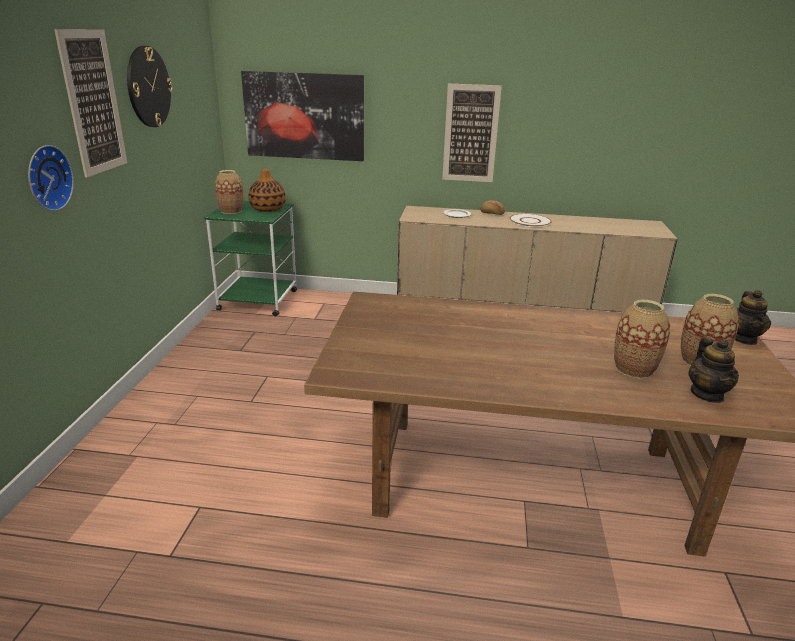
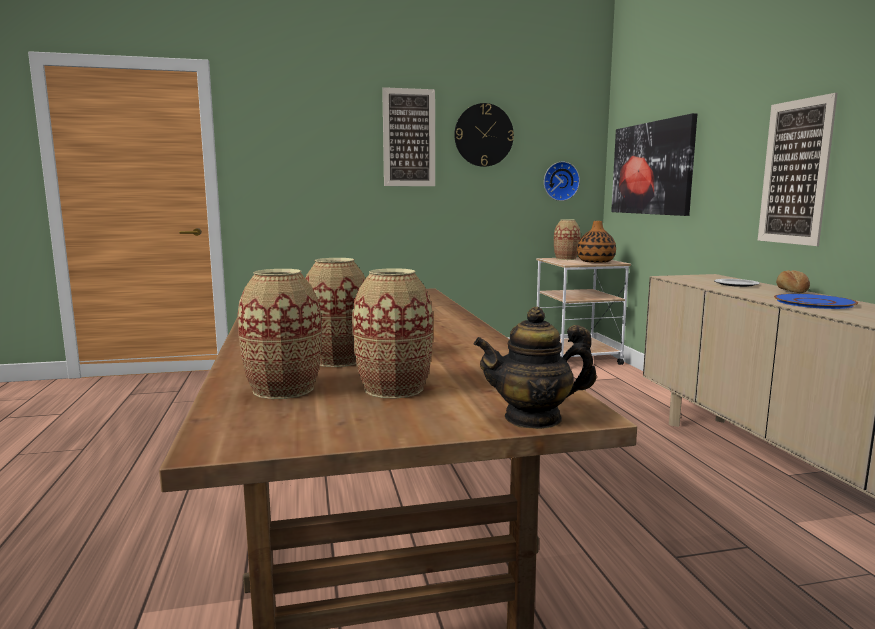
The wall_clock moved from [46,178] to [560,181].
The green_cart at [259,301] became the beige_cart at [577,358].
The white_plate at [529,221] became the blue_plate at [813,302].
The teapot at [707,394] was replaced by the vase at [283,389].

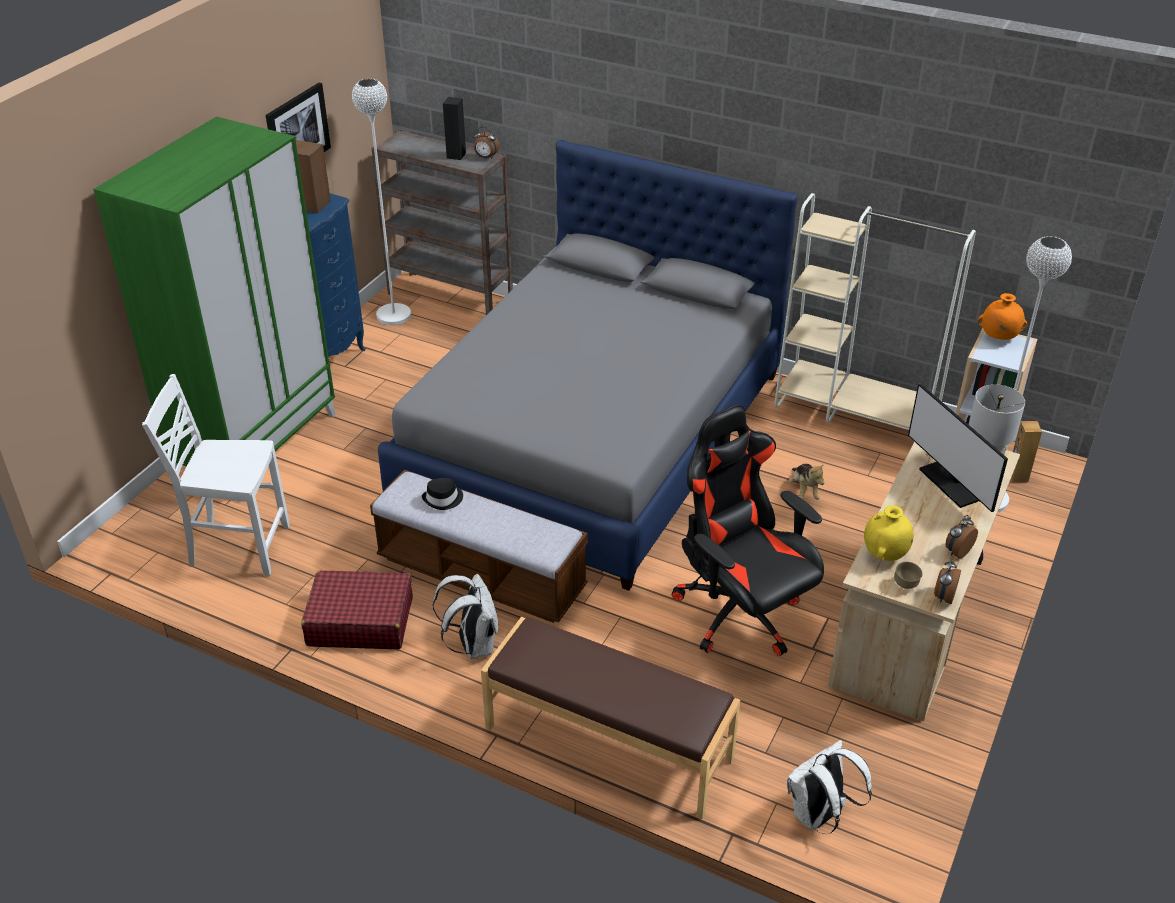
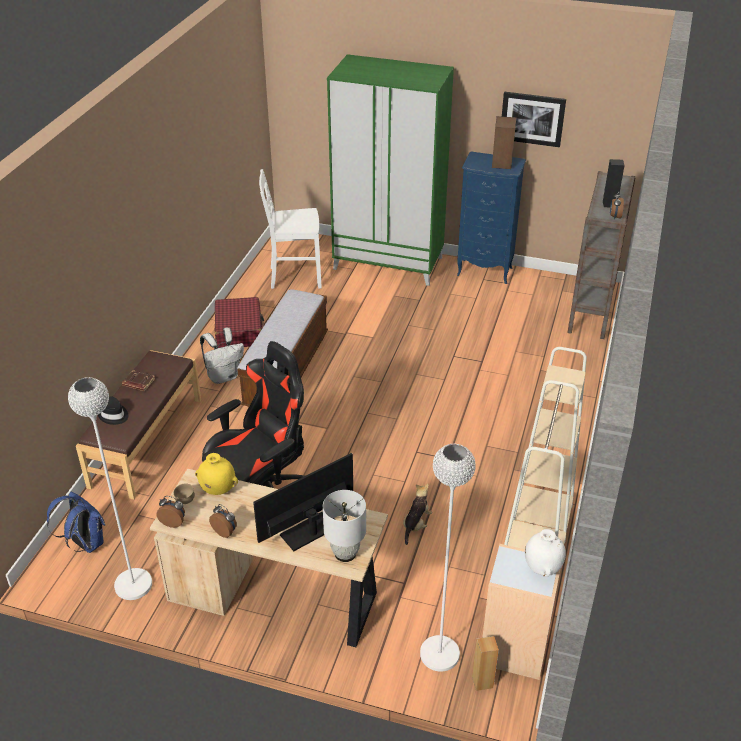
The white_chair at [237,546] turned 90 degrees counterclockwise.
The white_floor_lamp moved from [394,316] to [133,585].
The grey_bed at [594,436] disappeared.
The black_hat moved from [443,499] to [113,415].
The white_backpack at [819,816] became the blue_backpack at [85,543].
The plush_toy at [804,490] turned 135 degrees clockwise.
The orange_vase at [998,338] became the white_vase at [542,568].
The brown_book at [138,383] appeared.

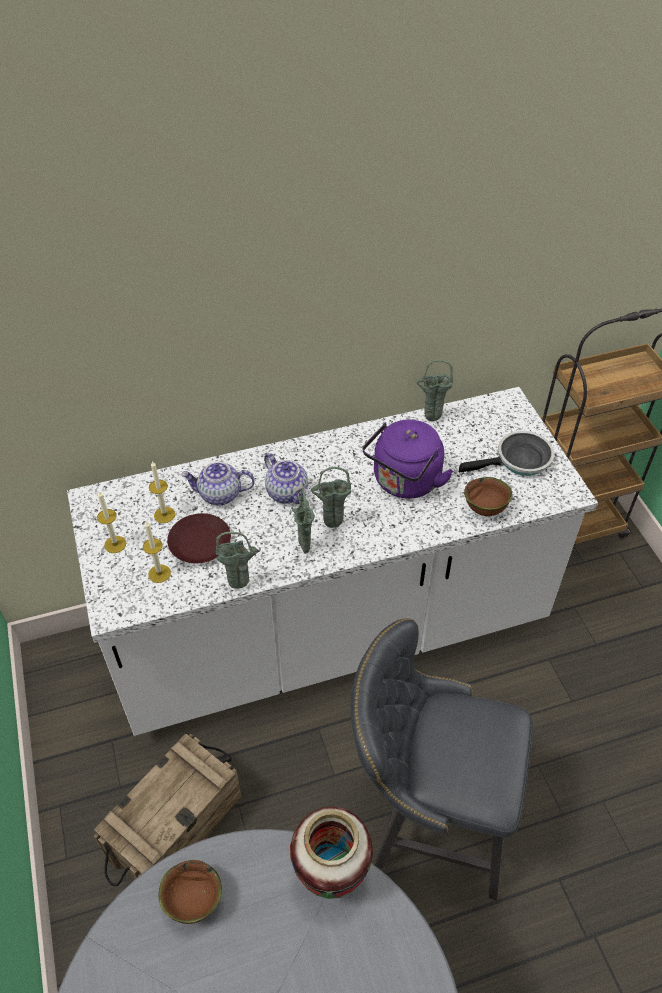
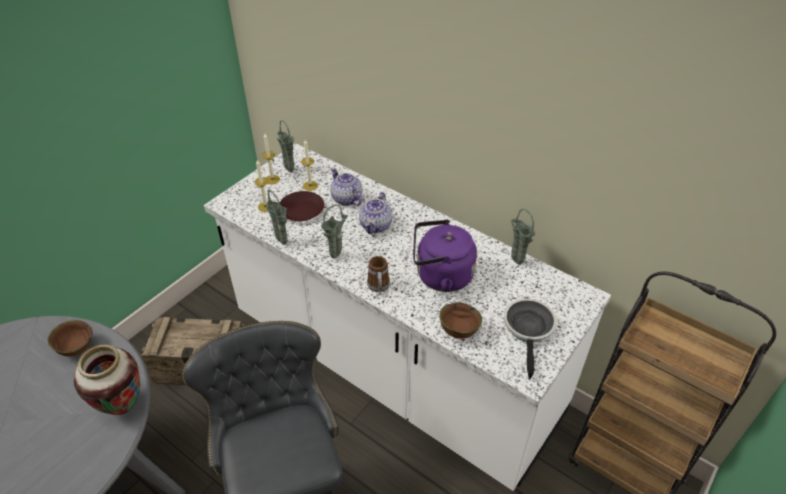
The green_vase moved from [331,526] to [288,170].
The frying_pan at [518,461] turned 120 degrees counterclockwise.
The mug at [379,288] appeared.

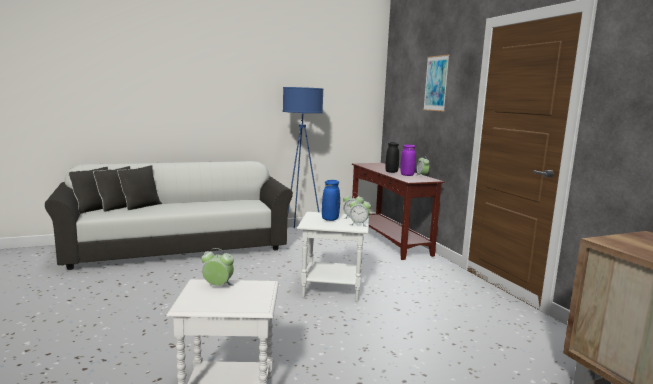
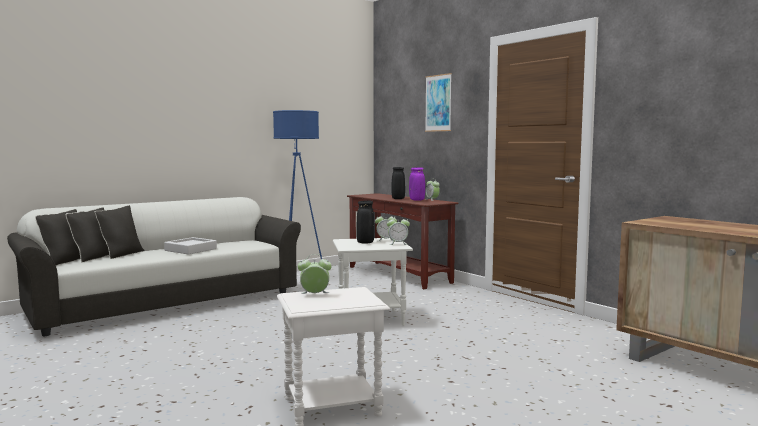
The blue_vase at [330,219] became the black_vase at [365,242].
The grey_tray at [190,249] appeared.

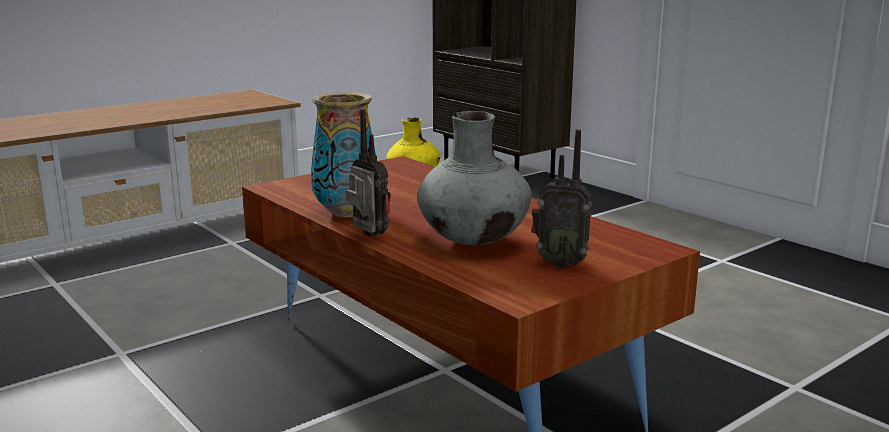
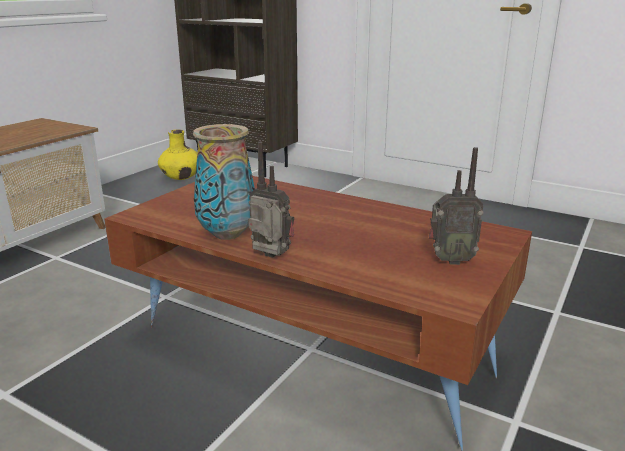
The grey_vase at [474,241] disappeared.

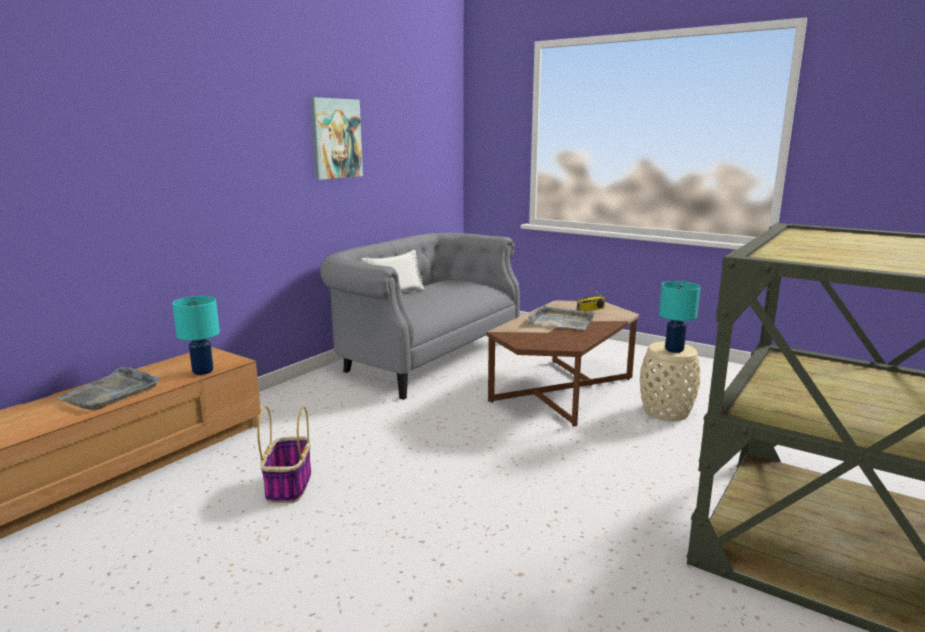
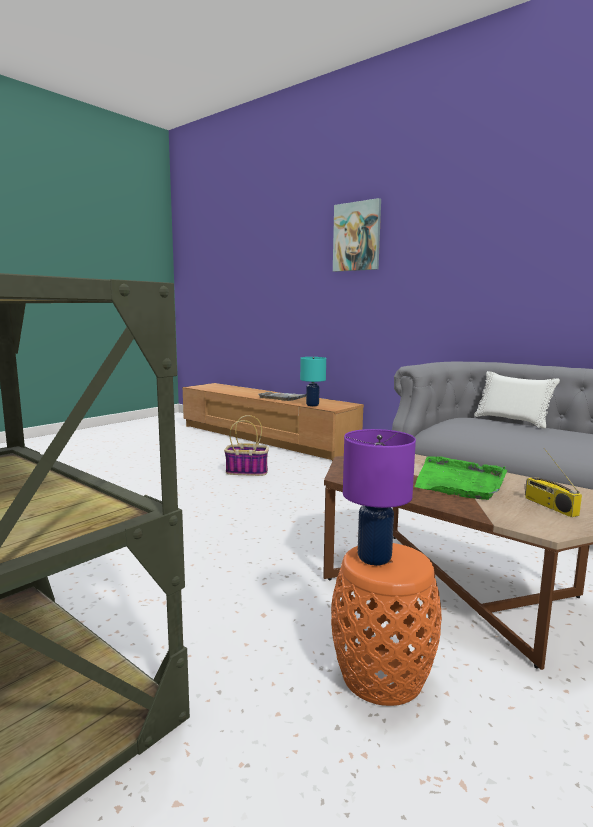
The picture moved from [336,138] to [357,236].
The grey_tray at [560,321] became the green_tray at [459,482].
The beige_stool at [666,412] became the orange_stool at [382,677].
The turquoise_table_lamp at [675,350] became the purple_table_lamp at [373,559].

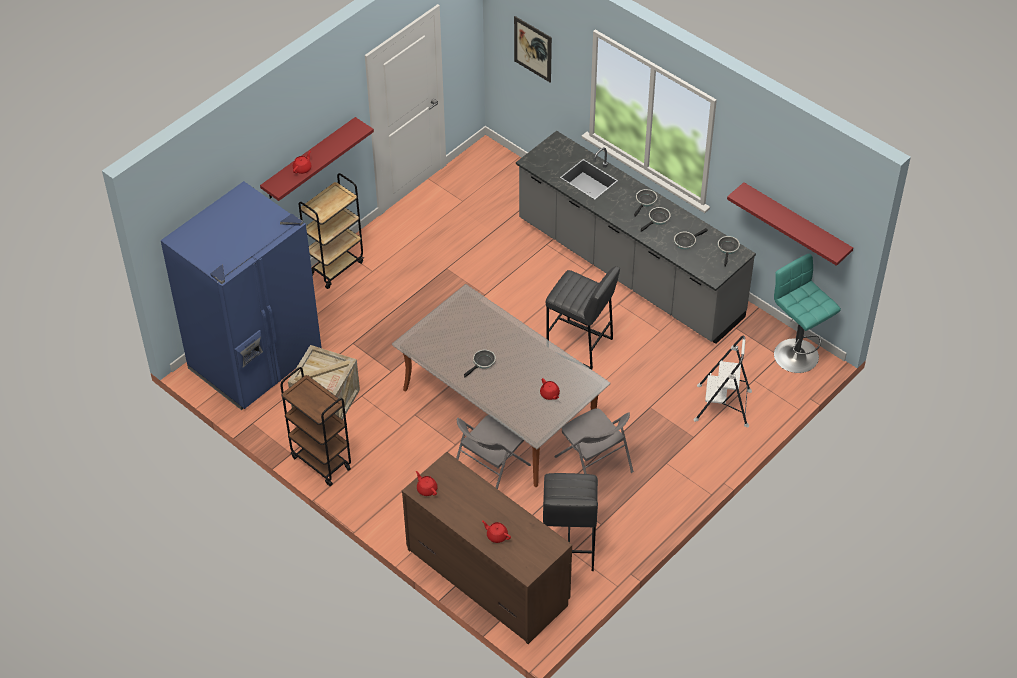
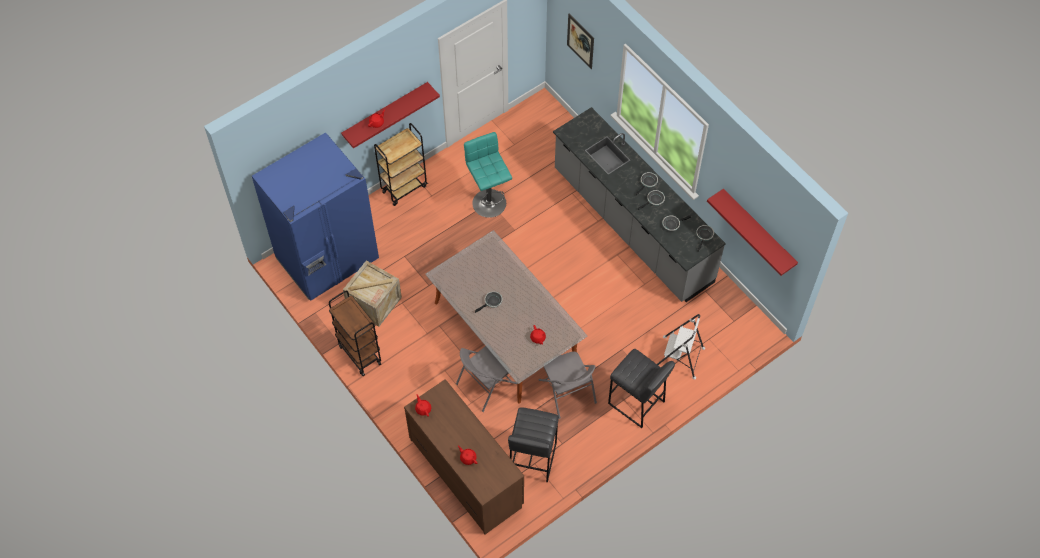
The grey_stool moved from [580,345] to [637,403].
The turquoise_stool moved from [796,355] to [489,203].

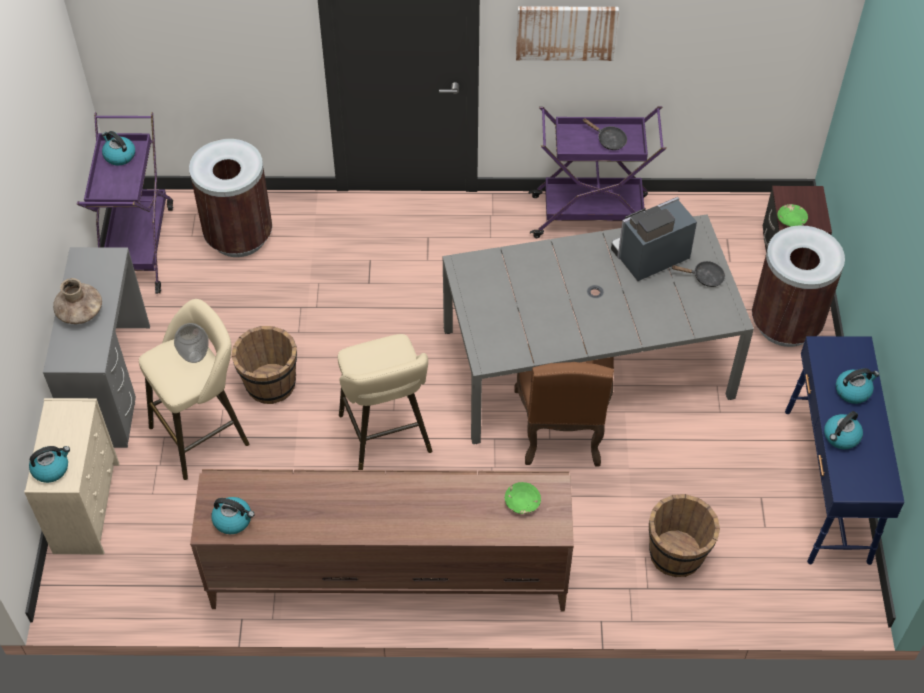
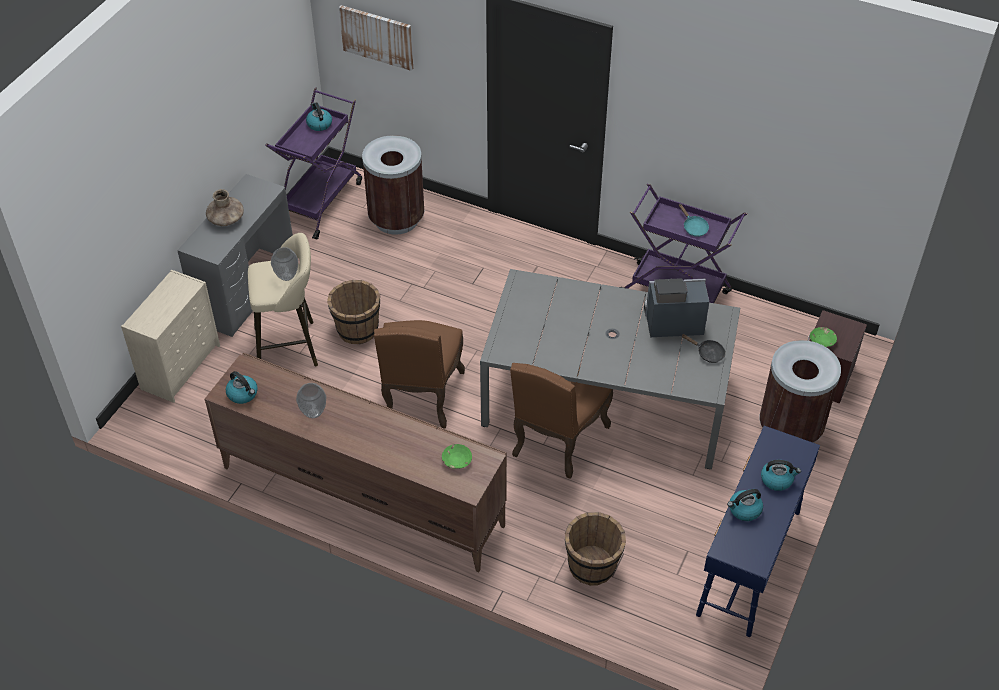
The kettle at [51,468] disappeared.
The beige_stool at [387,438] was replaced by the brown_chair at [419,398].
The picture moved from [566,32] to [377,36].
The black_frying_pan at [608,140] became the turquoise_frying_pan at [693,227].
The vase at [313,413] appeared.

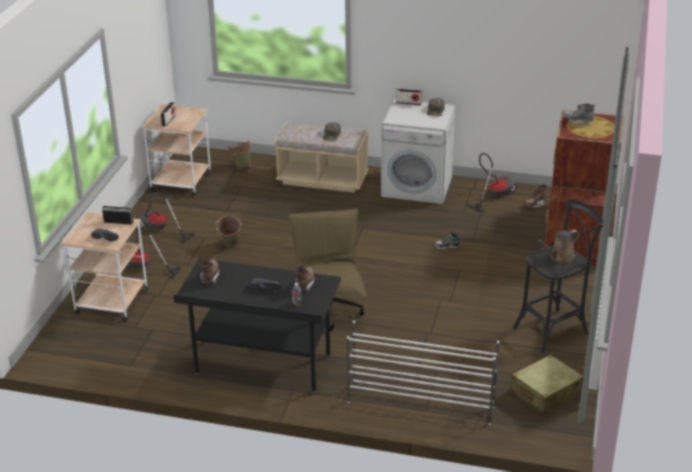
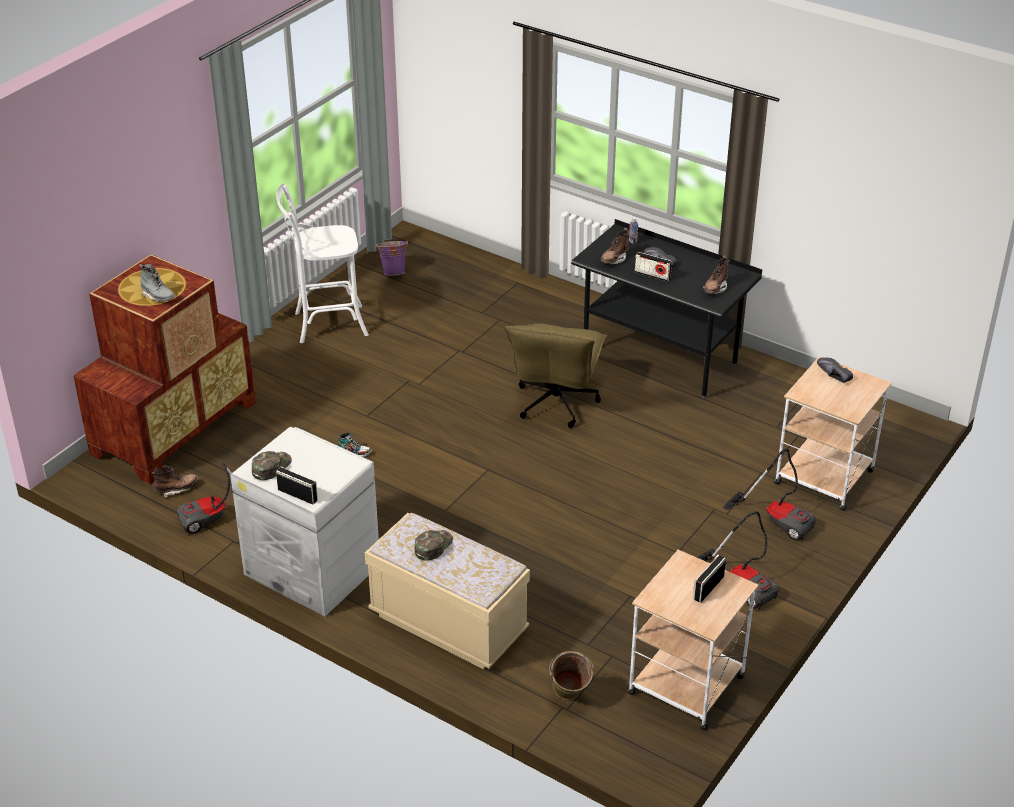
The radio moved from [118,222] to [652,275].
The green_bucket at [230,246] disappeared.
The white_shoe_rack at [419,404] disappeared.
The beige_suitcase at [545,393] was replaced by the purple_bucket at [393,272].
The black_stool at [553,329] became the white_stool at [326,324].
The brown_watering_can at [560,257] disappeared.

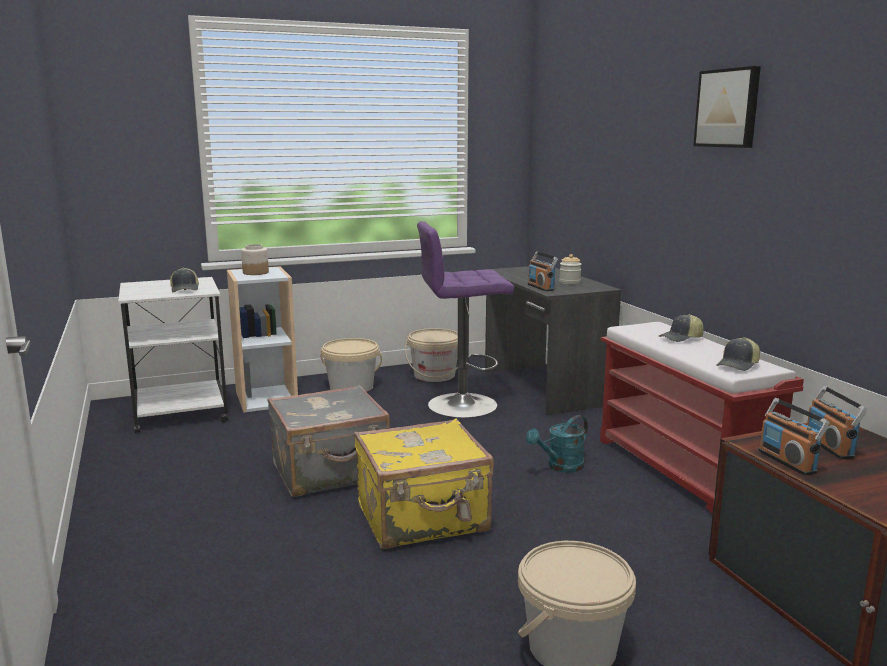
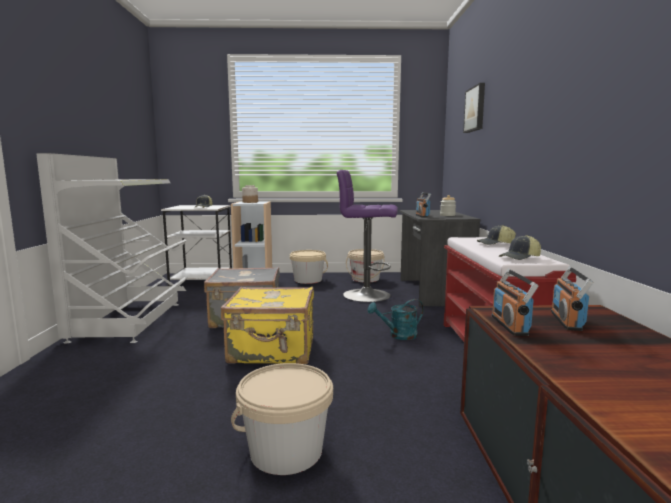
The picture moved from [728,108] to [476,109].
The white_shoe_rack at [133,321] appeared.

